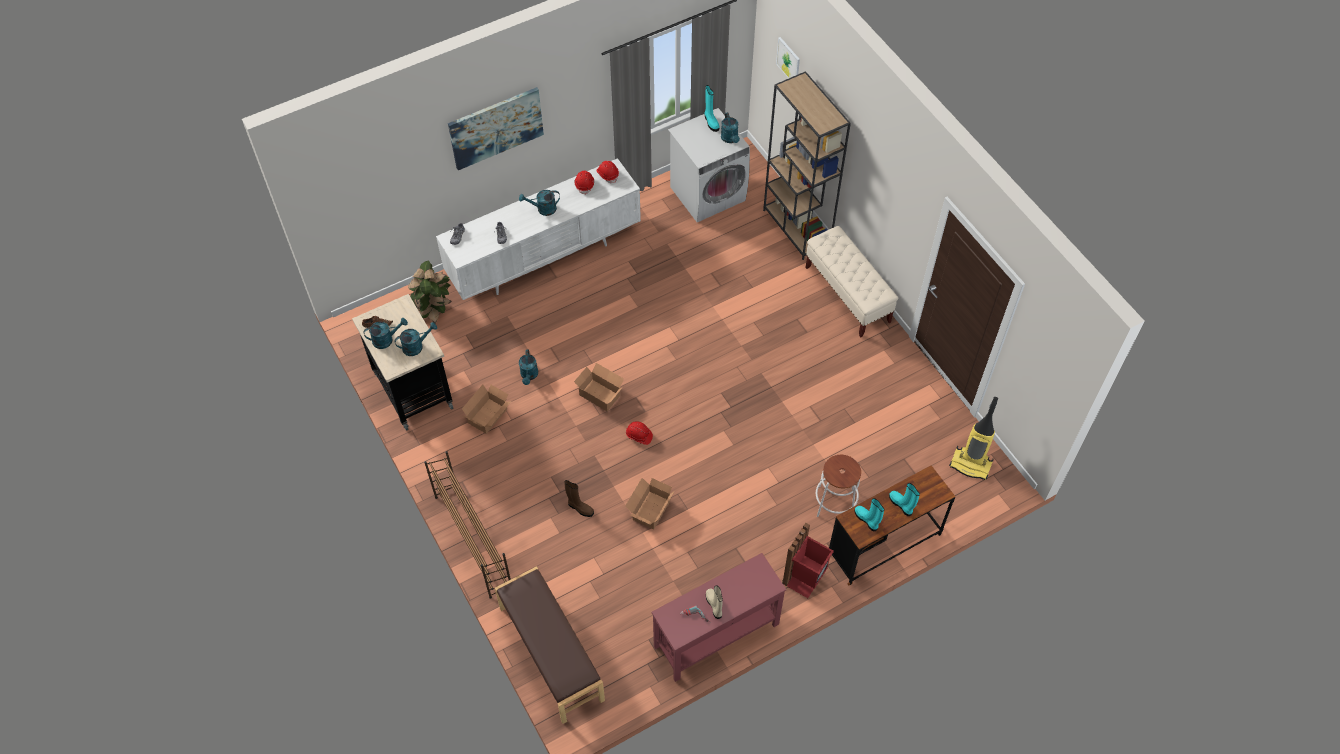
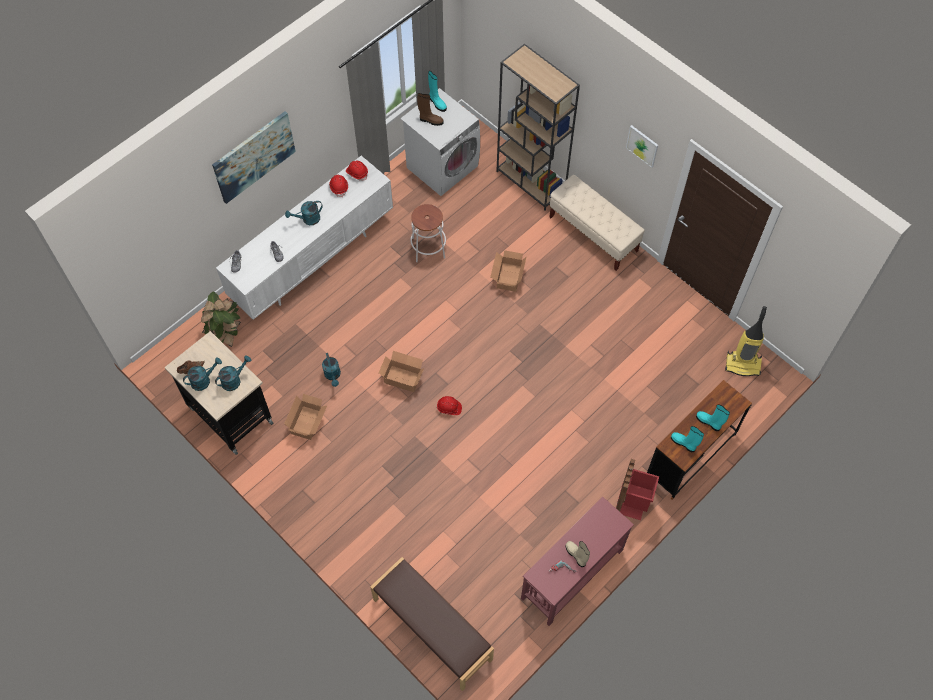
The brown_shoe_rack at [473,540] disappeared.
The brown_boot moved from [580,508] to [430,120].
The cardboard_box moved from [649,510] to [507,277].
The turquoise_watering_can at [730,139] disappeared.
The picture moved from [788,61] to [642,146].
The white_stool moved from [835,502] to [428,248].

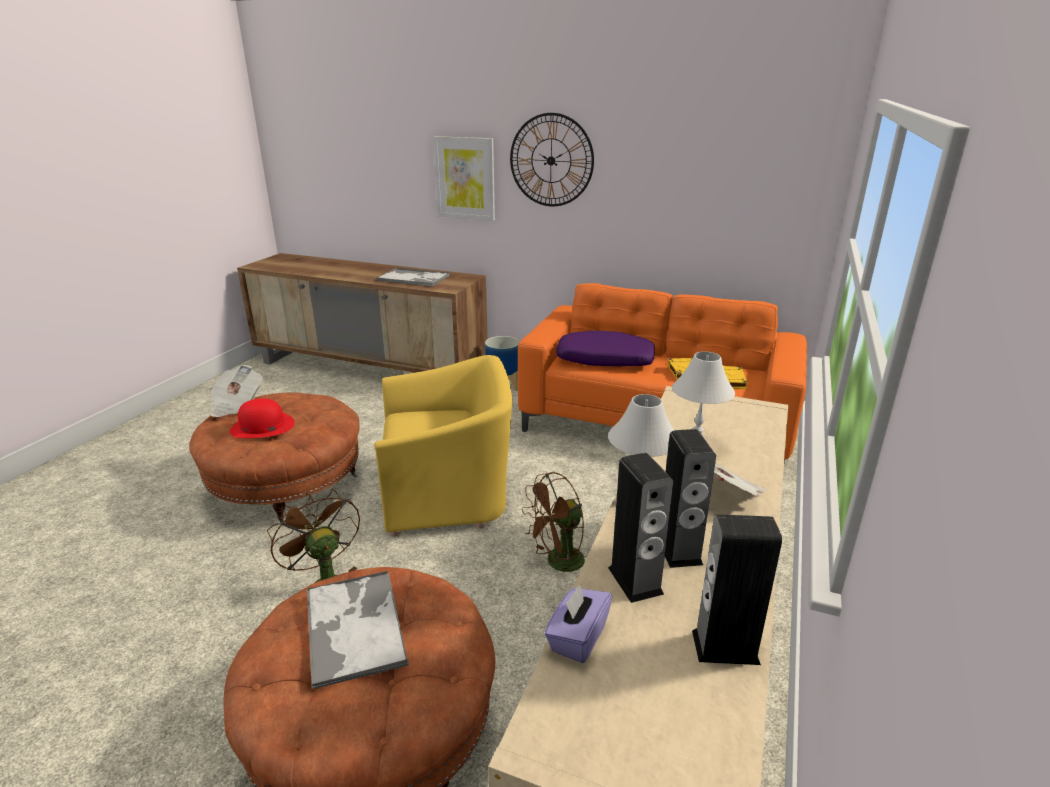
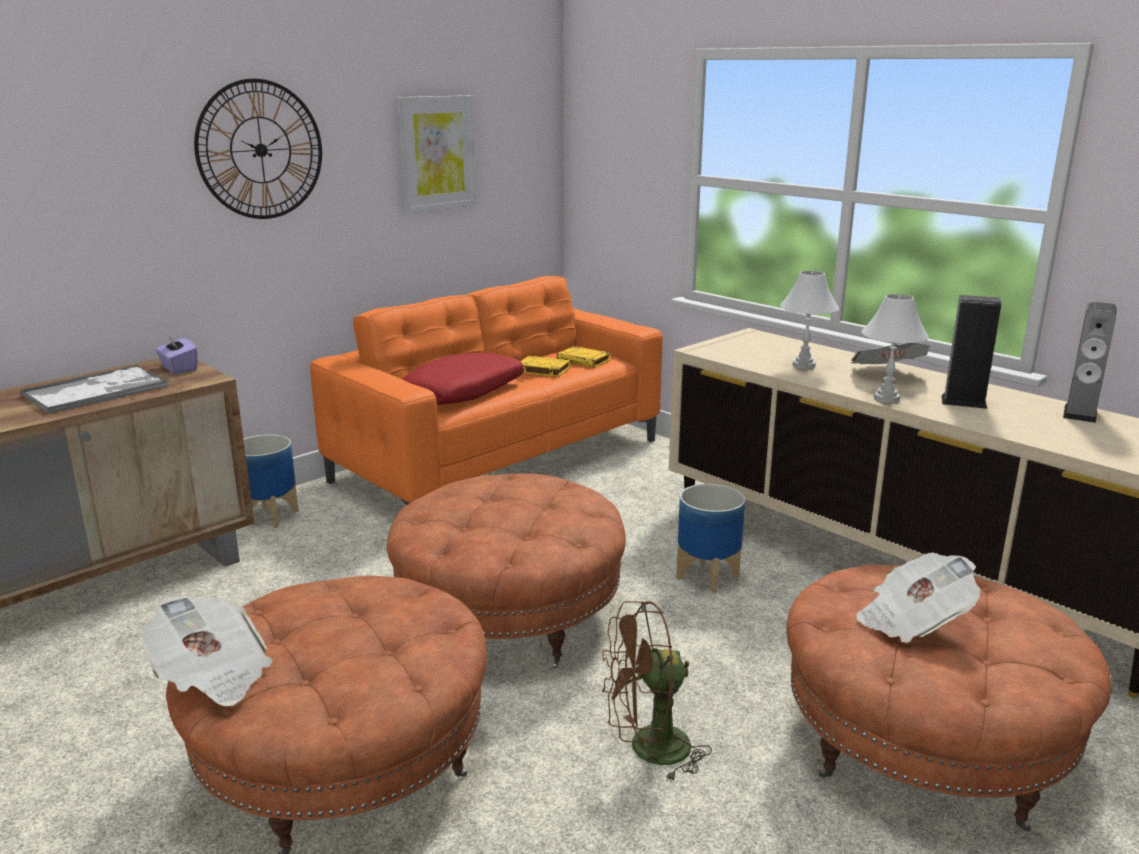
The red_hat at [262,426] disappeared.
The tray at [354,626] was replaced by the newspaper at [912,621].
The yellow_armchair at [447,493] was replaced by the brown_ottoman at [509,615].
The picture moved from [465,178] to [437,153].
The brown_fan at [559,564] was replaced by the planter at [708,576].
The purple_tissue_box moved from [577,638] to [178,368].
The purple_pillow at [604,361] became the red_pillow at [463,393].
The speaker at [635,580] disappeared.

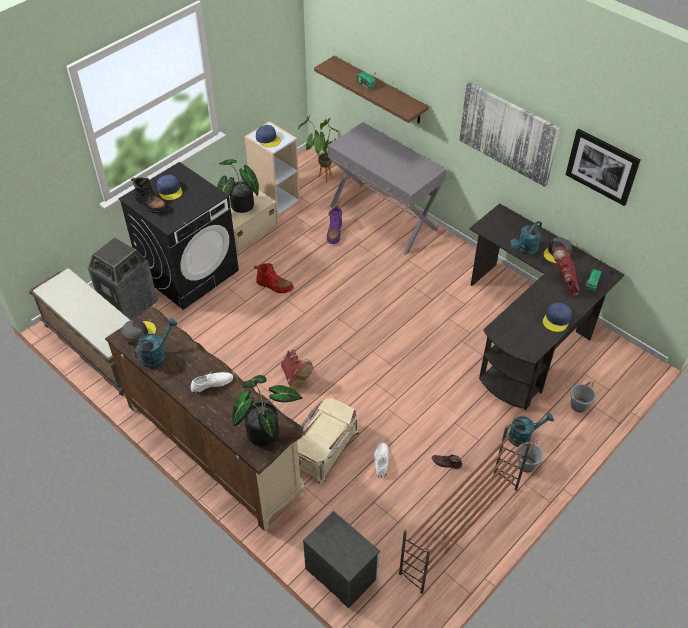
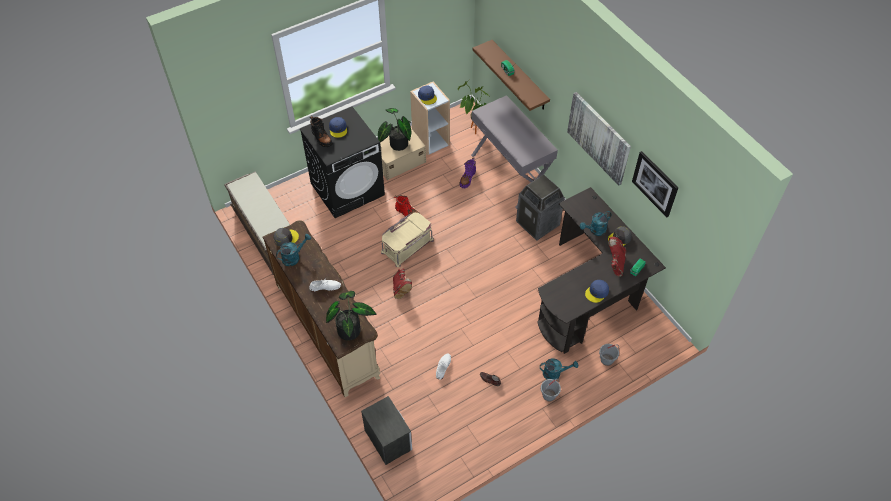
The trash_can moved from [129,305] to [538,224].
The beige_storage_box moved from [324,447] to [407,245].
The brown_shoe_rack at [459,530] disappeared.

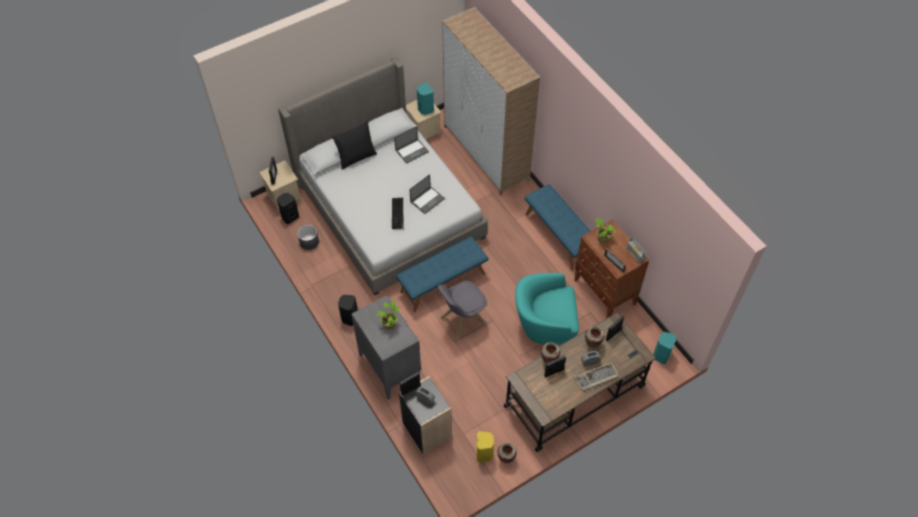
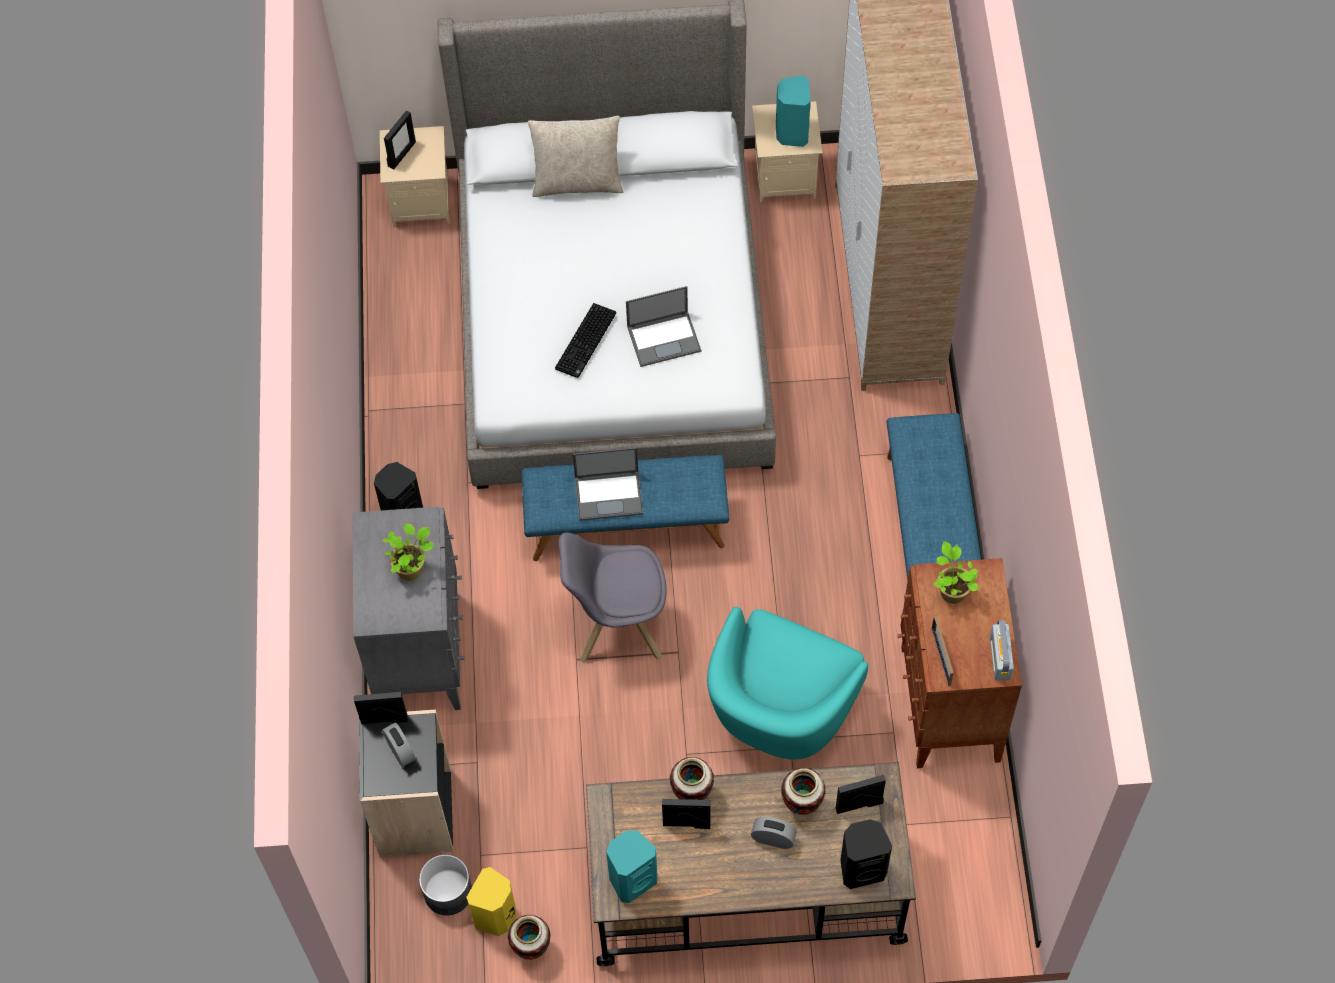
The black_speaker moved from [289,217] to [861,868].
The grey_planter moved from [309,242] to [448,892].
The black_pillow at [356,157] became the beige_pillow at [577,182].
The laptop moved from [412,150] to [609,495].
The turquoise_armchair at [545,324] turned 90 degrees counterclockwise.
The keyboard at [596,377] disappeared.
The turquoise_speaker moved from [661,355] to [632,879].

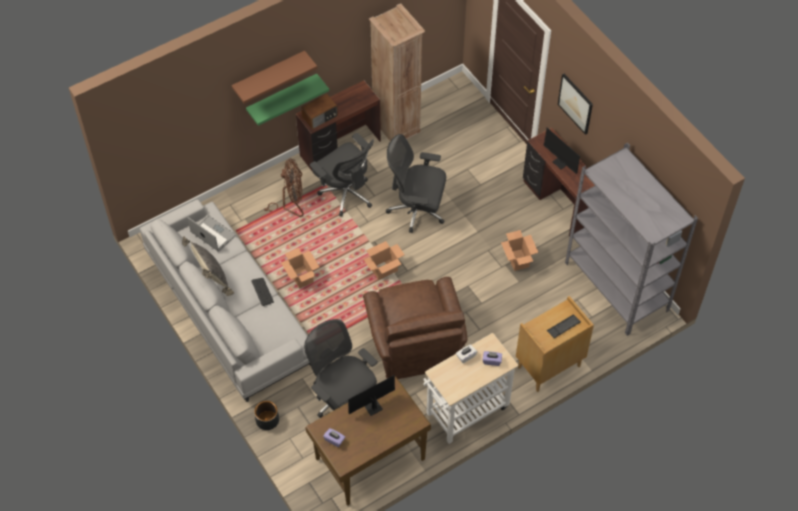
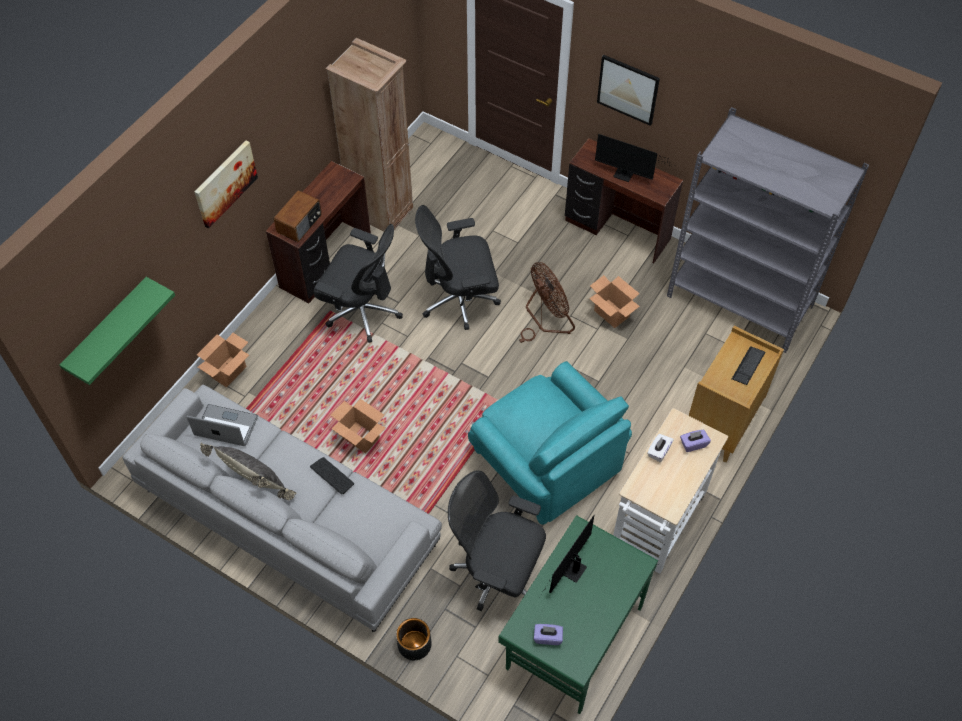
The brown_shelf at [269,74] was replaced by the picture at [225,183].
The green_shelf moved from [282,97] to [108,328].
The brown_fan moved from [290,200] to [543,317].
The brown_desk at [369,458] became the green_desk at [573,637].
The cardboard_box moved from [384,269] to [228,371].
The brown_armchair at [414,341] became the turquoise_armchair at [545,461].

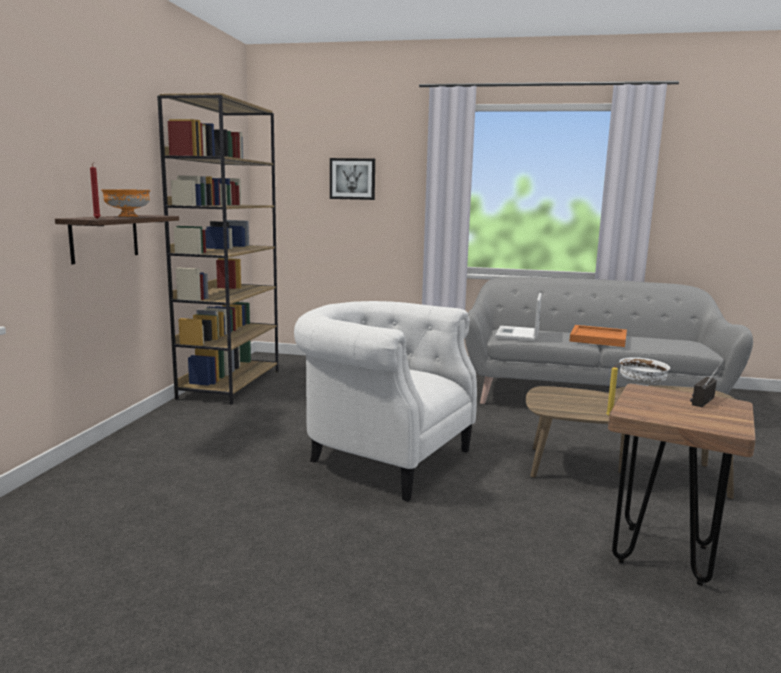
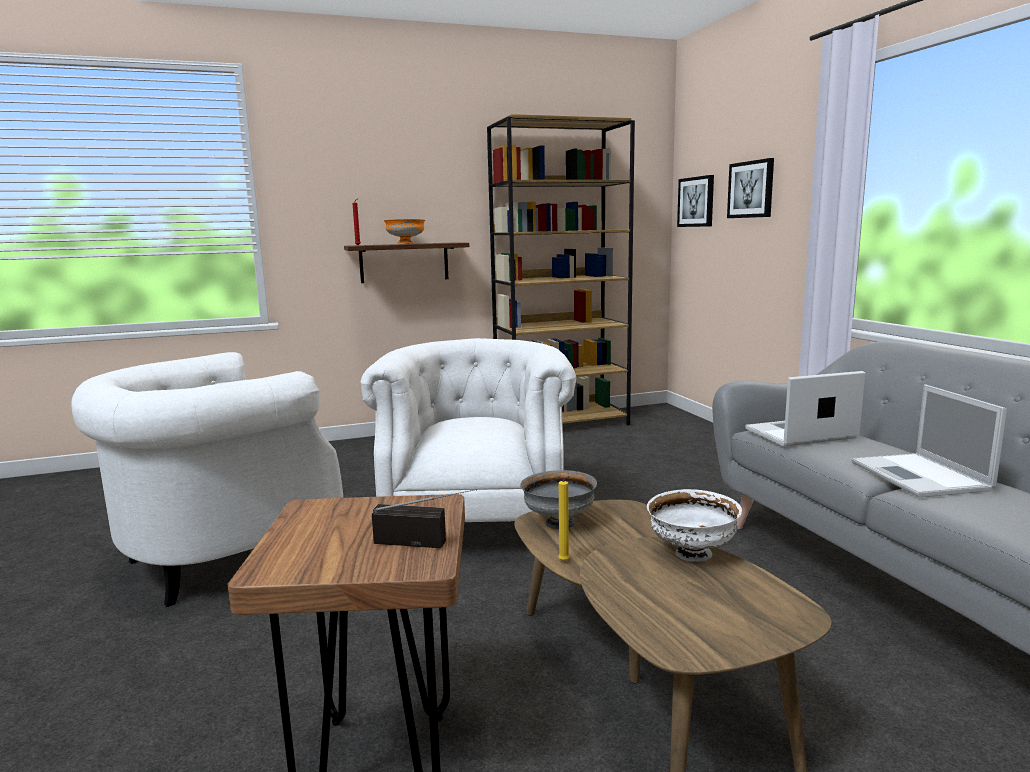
The orange_tray at [599,338] was replaced by the laptop at [921,476].
The white_armchair at [222,557] appeared.
The grey_bowl at [558,523] appeared.
The picture at [696,202] appeared.

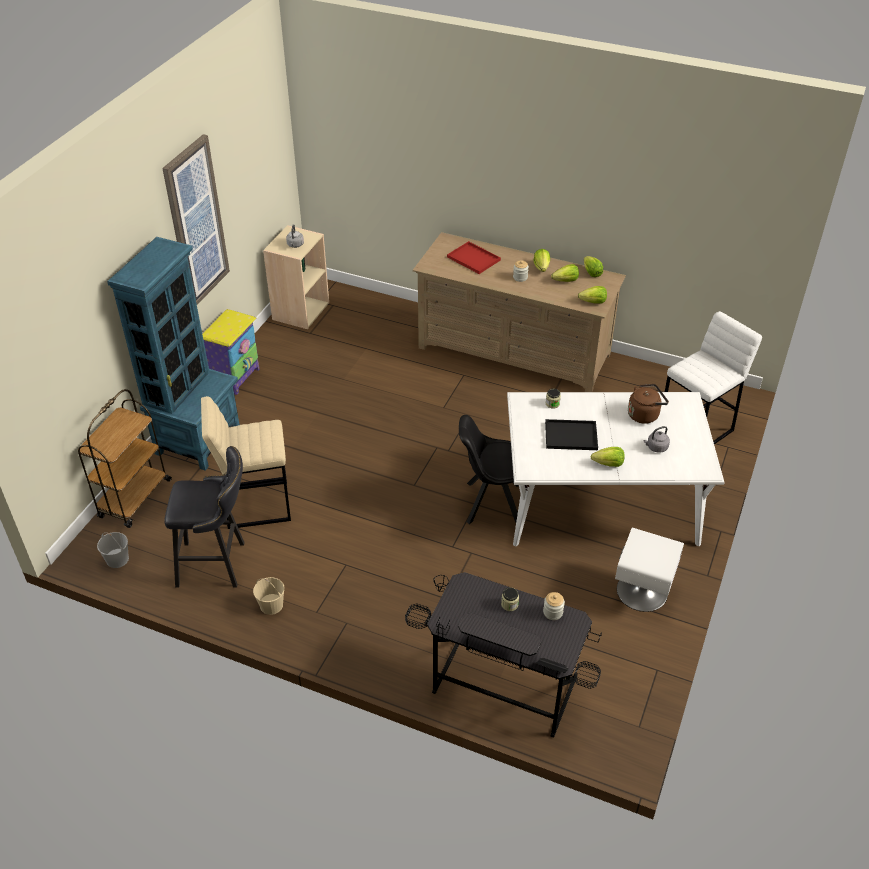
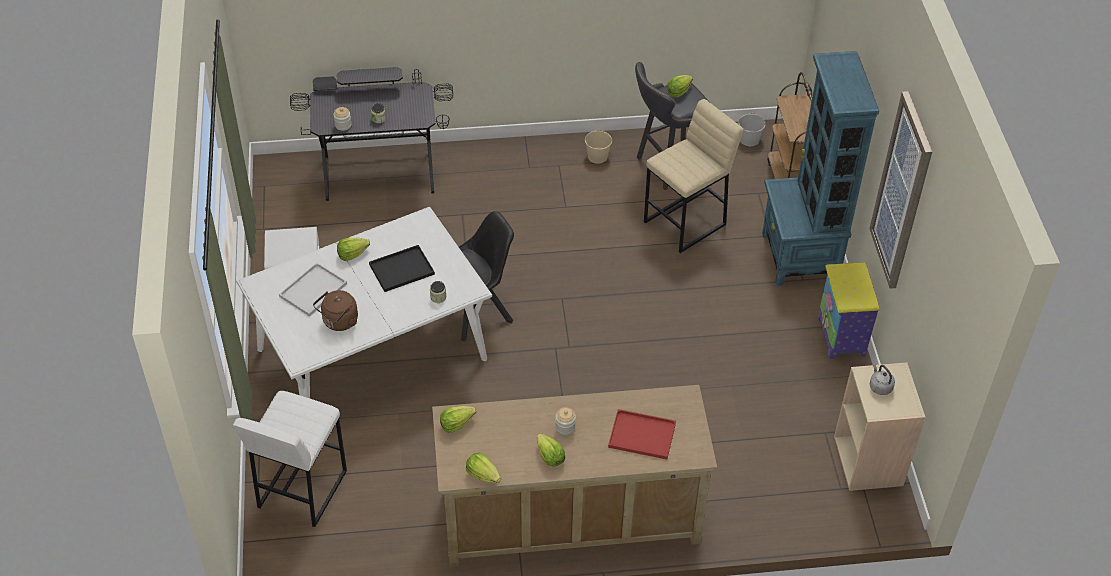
The lettuce moved from [566,281] to [678,92].
The grey_kettle at [656,447] was replaced by the white_tray at [313,289].

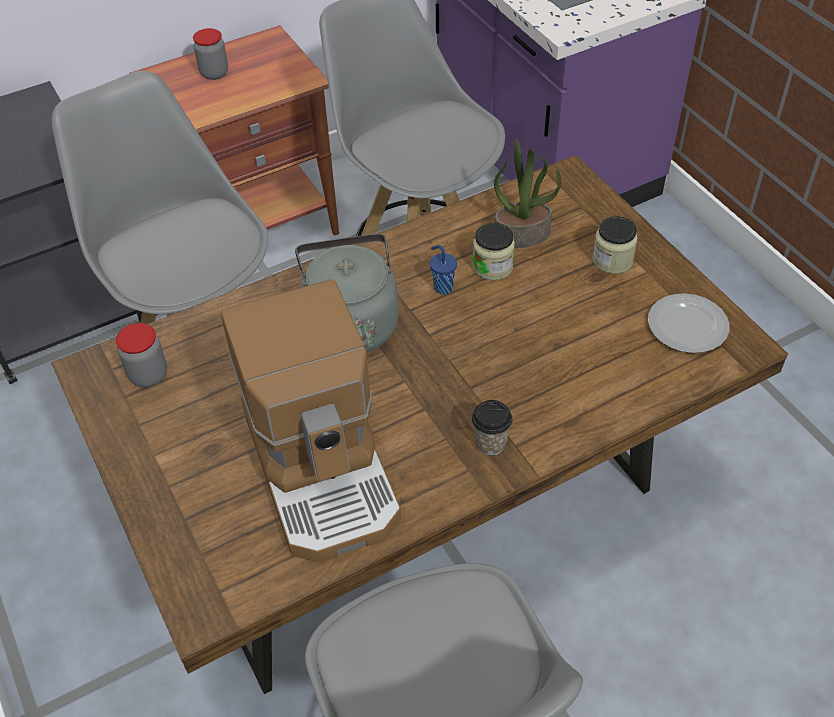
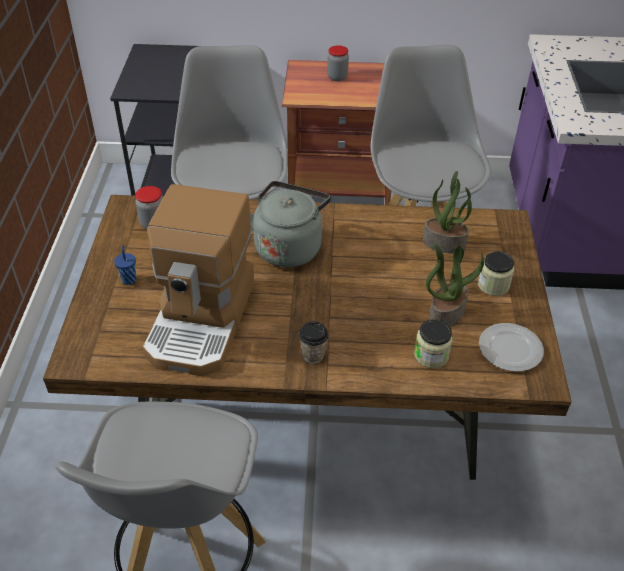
The blue_cup moved from [442,287] to [129,279].
The jar moved from [492,267] to [431,355].
The potted_plant at [446,312] appeared.

